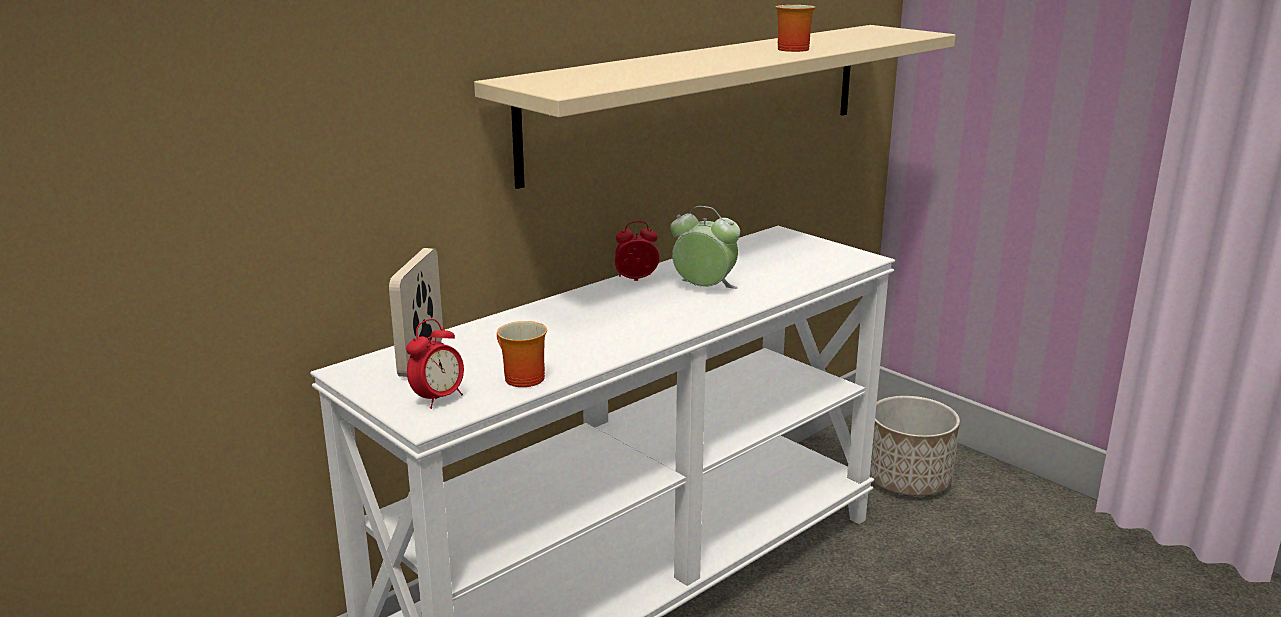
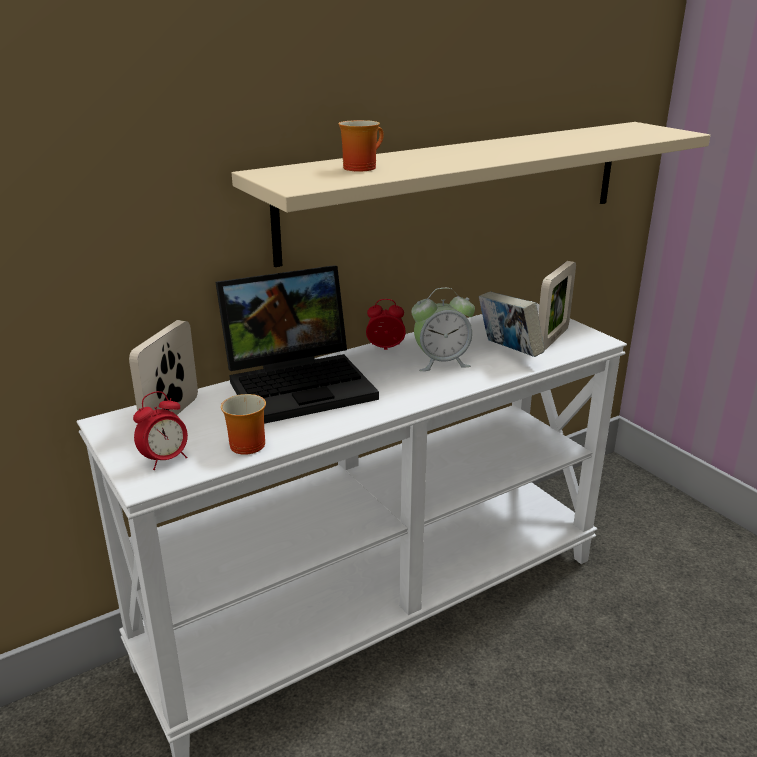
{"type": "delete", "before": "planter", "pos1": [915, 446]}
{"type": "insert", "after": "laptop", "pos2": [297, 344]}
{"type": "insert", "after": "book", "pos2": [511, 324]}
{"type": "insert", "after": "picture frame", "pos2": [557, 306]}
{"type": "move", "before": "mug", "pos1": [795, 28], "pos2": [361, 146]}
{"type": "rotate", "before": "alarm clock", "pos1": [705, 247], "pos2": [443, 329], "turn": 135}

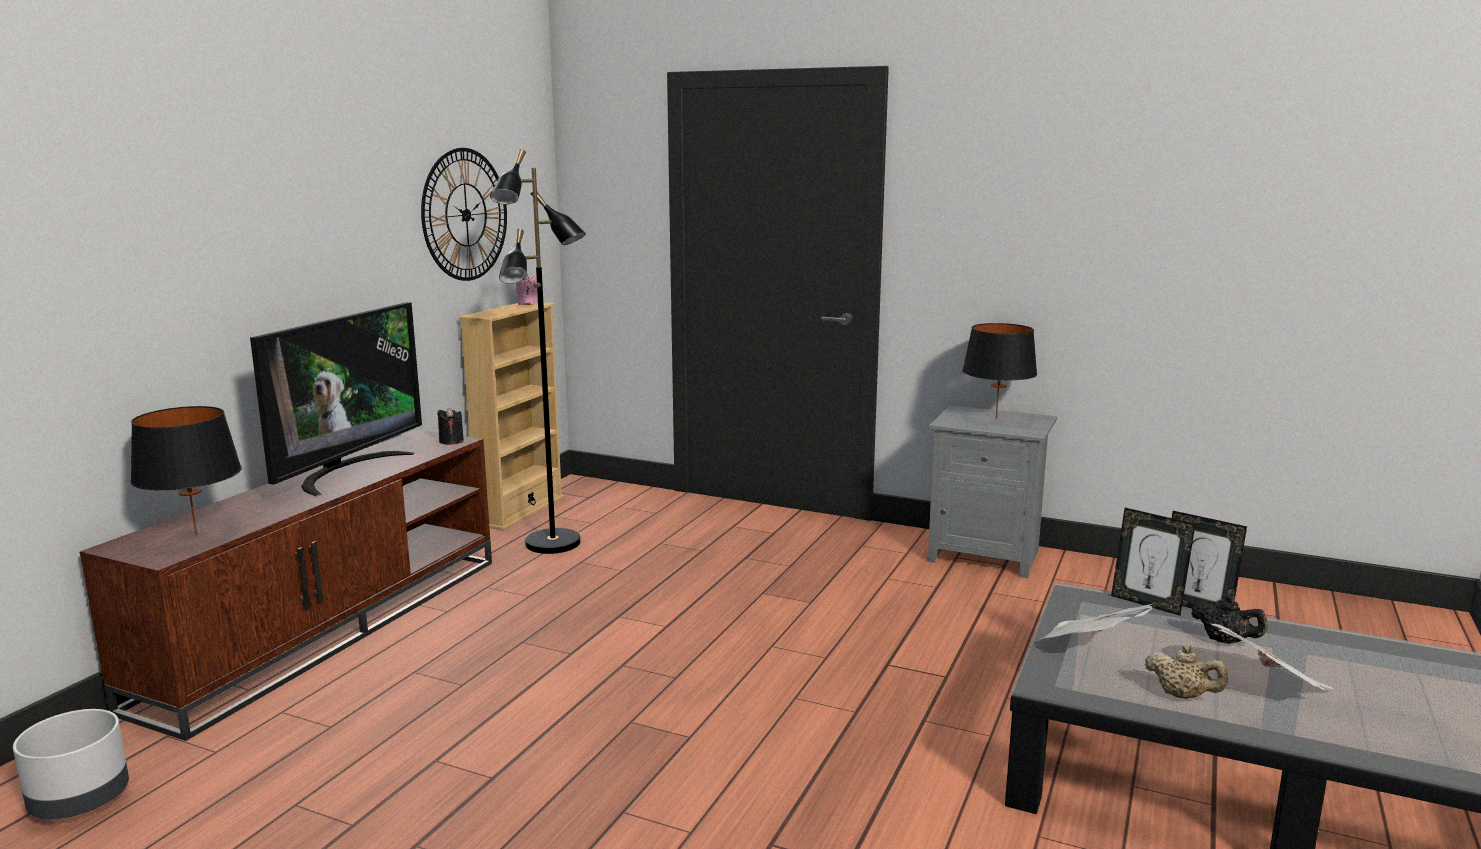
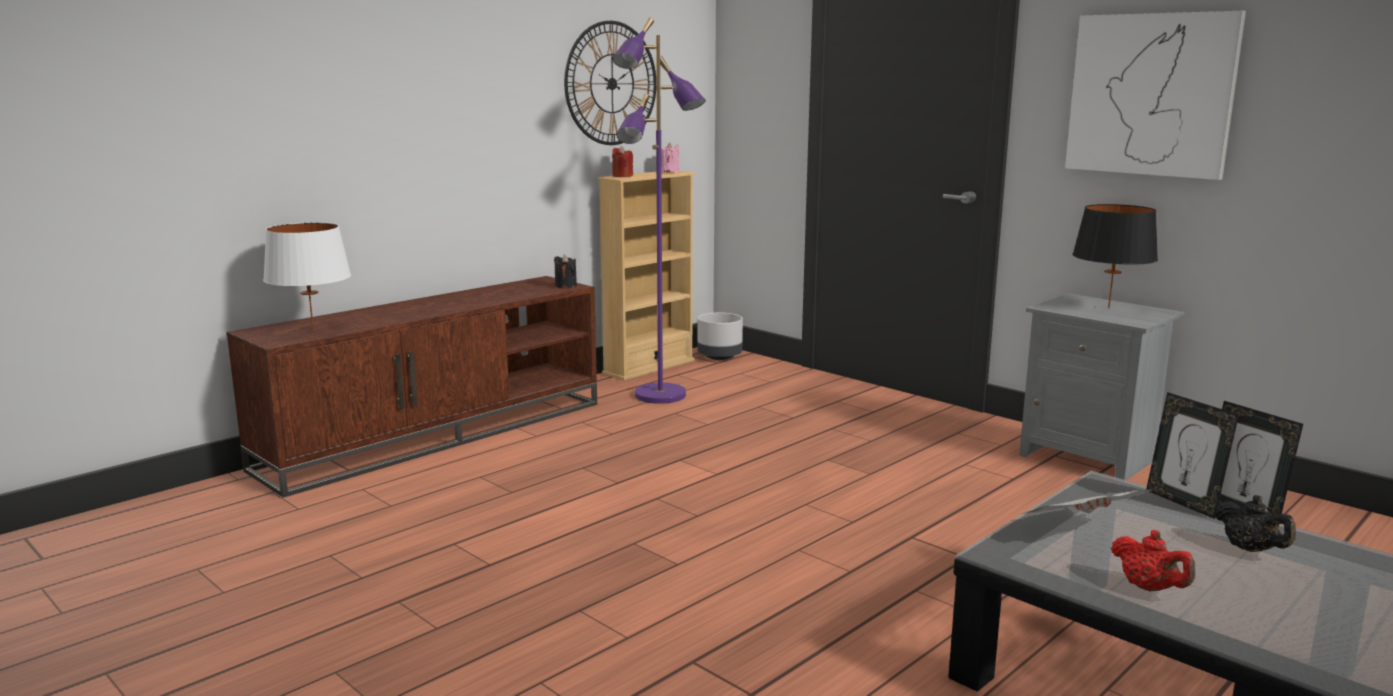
{"type": "delete", "before": "television", "pos1": [336, 399]}
{"type": "delete", "before": "newspaper", "pos1": [1272, 657]}
{"type": "insert", "after": "candle/red", "pos2": [622, 161]}
{"type": "insert", "after": "picture", "pos2": [1155, 95]}
{"type": "move", "before": "planter/grey", "pos1": [71, 764], "pos2": [720, 336]}
{"type": "recolor", "before": "table lamp/black", "after": "table lamp/white", "pos1": [186, 471], "pos2": [307, 276]}
{"type": "recolor", "before": "floor lamp/black", "after": "floor lamp/purple", "pos1": [538, 351], "pos2": [659, 211]}
{"type": "recolor", "before": "teapot/beige", "after": "teapot/red", "pos1": [1186, 671], "pos2": [1153, 560]}

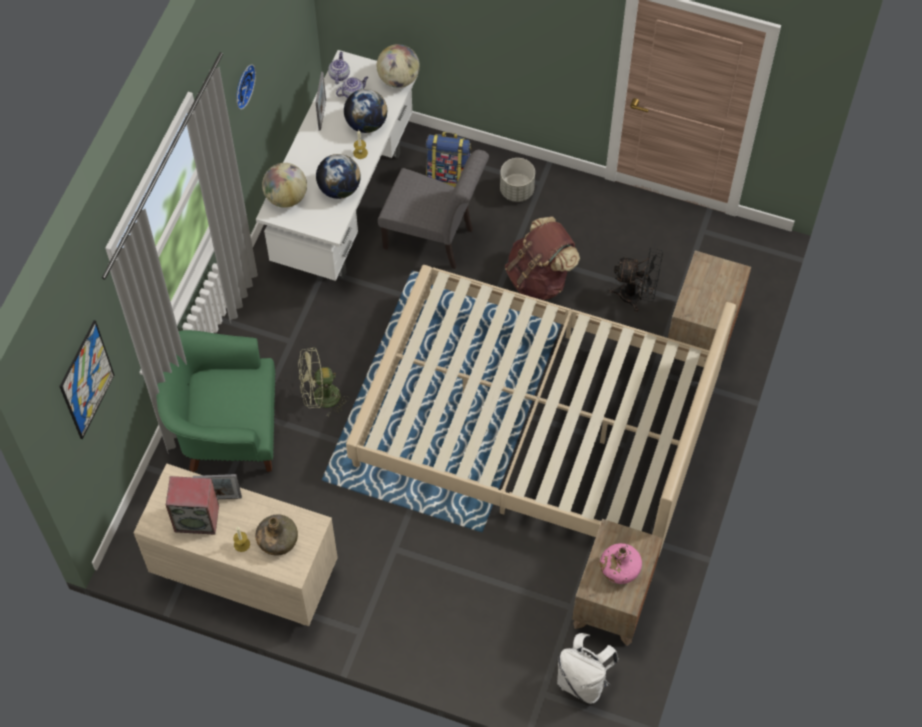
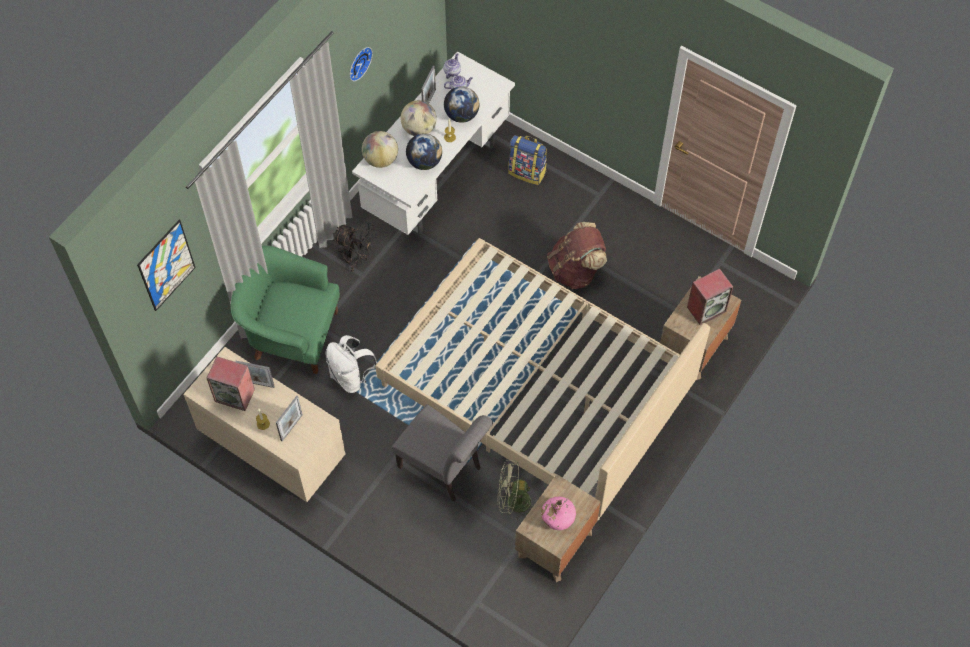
{"type": "delete", "before": "planter/grey", "pos1": [517, 180]}
{"type": "insert", "after": "speaker", "pos2": [710, 296]}
{"type": "move", "before": "fan/green", "pos1": [324, 382], "pos2": [515, 490]}
{"type": "move", "before": "globe", "pos1": [398, 66], "pos2": [418, 118]}
{"type": "move", "before": "chair/grey", "pos1": [433, 209], "pos2": [442, 453]}
{"type": "move", "before": "backpack/white", "pos1": [588, 668], "pos2": [352, 364]}
{"type": "move", "before": "fan/black", "pos1": [636, 279], "pos2": [355, 246]}
{"type": "replace", "before": "bottle/green", "after": "picture frame", "pos1": [277, 535], "pos2": [289, 418]}

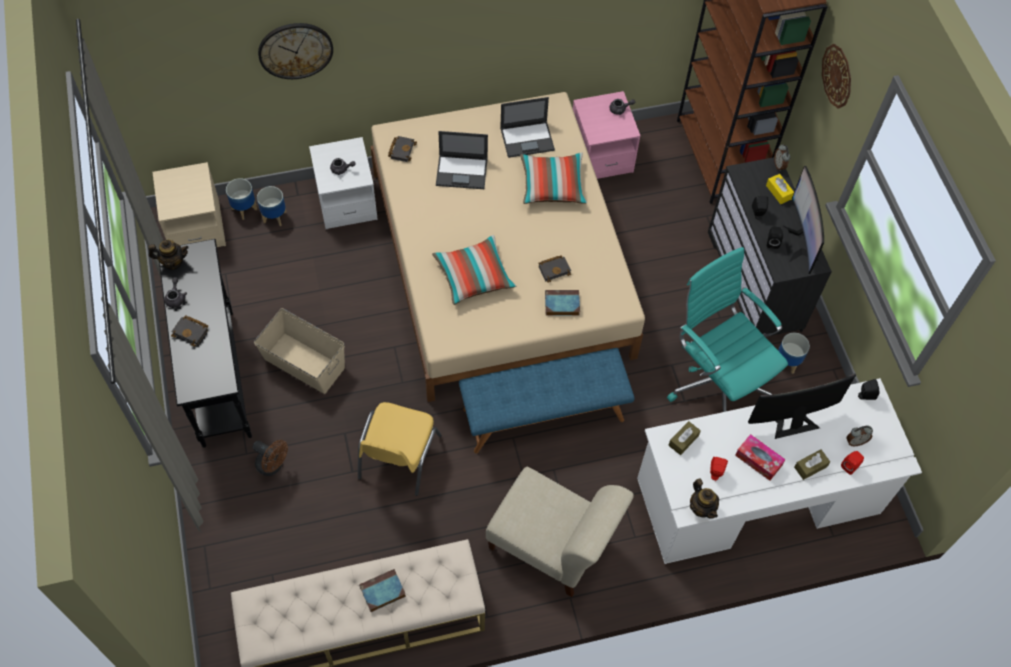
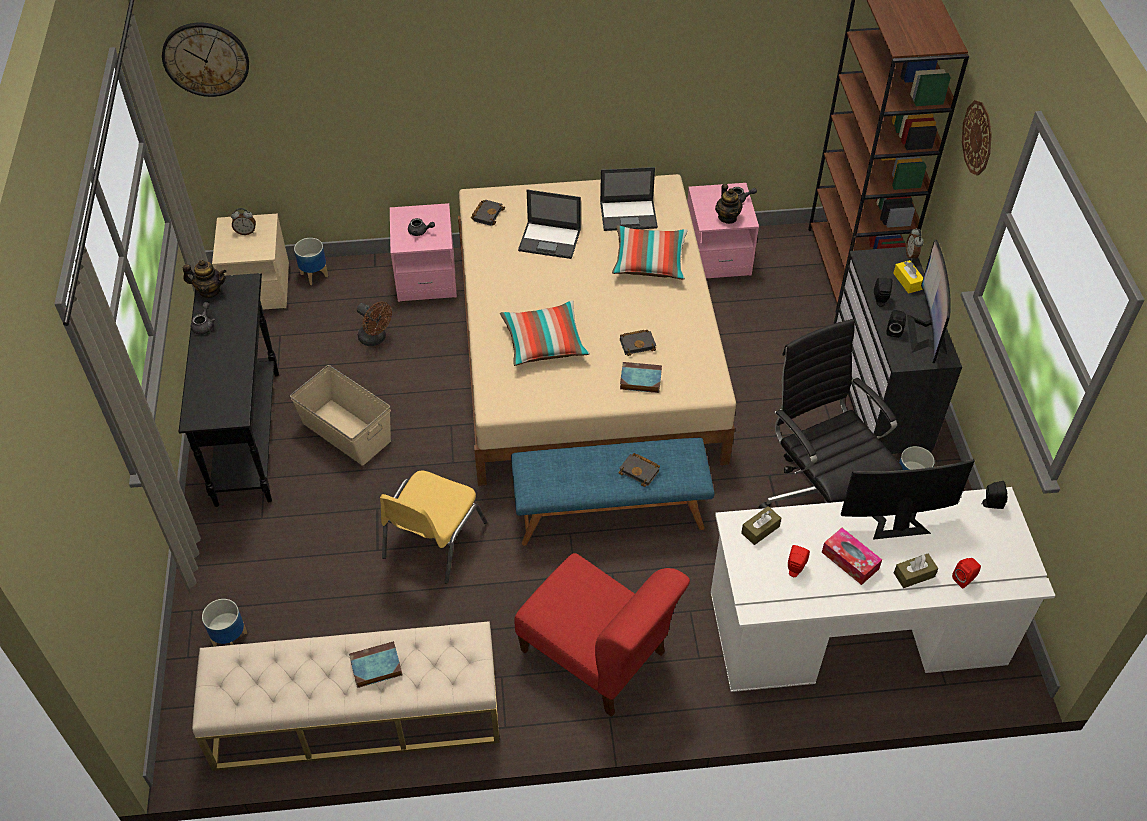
{"type": "move", "before": "book/black", "pos1": [189, 331], "pos2": [639, 470]}
{"type": "move", "before": "fan/brown", "pos1": [270, 458], "pos2": [374, 324]}
{"type": "move", "before": "planter", "pos1": [271, 206], "pos2": [224, 623]}
{"type": "move", "before": "wall clock", "pos1": [295, 51], "pos2": [205, 60]}
{"type": "move", "before": "teapot", "pos1": [704, 498], "pos2": [729, 204]}
{"type": "move", "before": "alarm clock", "pos1": [859, 435], "pos2": [243, 221]}
{"type": "recolor", "before": "nightstand/white", "after": "nightstand/pink", "pos1": [343, 183], "pos2": [423, 252]}
{"type": "recolor", "before": "chair/beige", "after": "chair/red", "pos1": [560, 532], "pos2": [602, 635]}
{"type": "recolor", "before": "office chair/turquoise", "after": "office chair/black", "pos1": [727, 329], "pos2": [830, 414]}

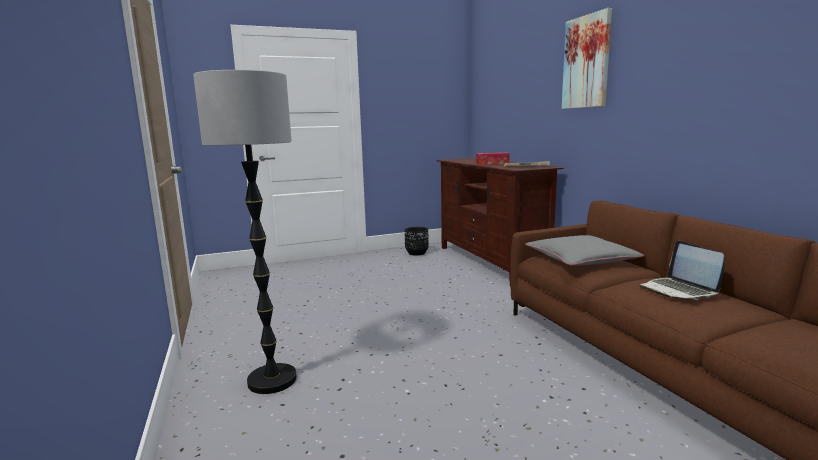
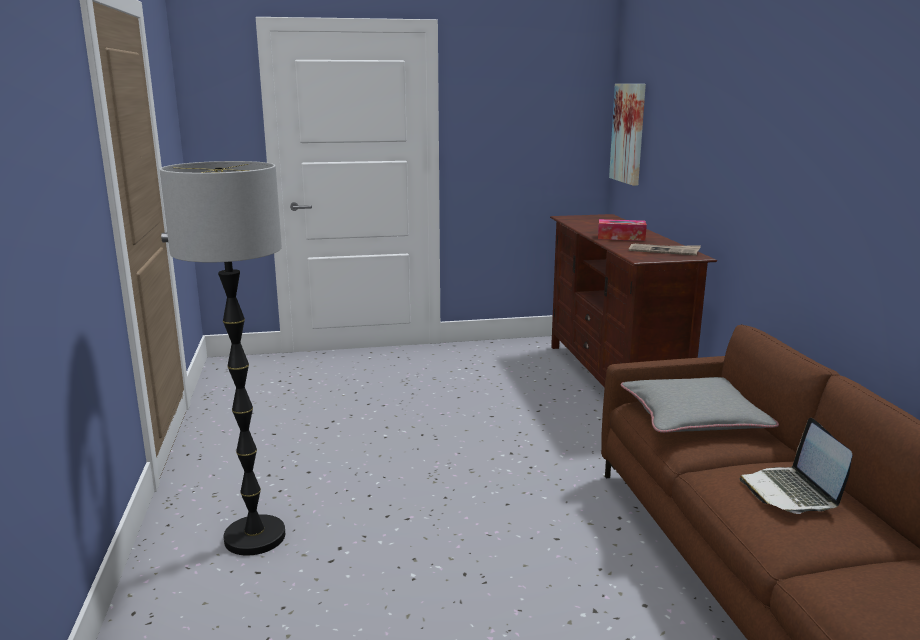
{"type": "delete", "before": "planter/black", "pos1": [417, 241]}
{"type": "move", "before": "picture", "pos1": [587, 58], "pos2": [627, 135]}

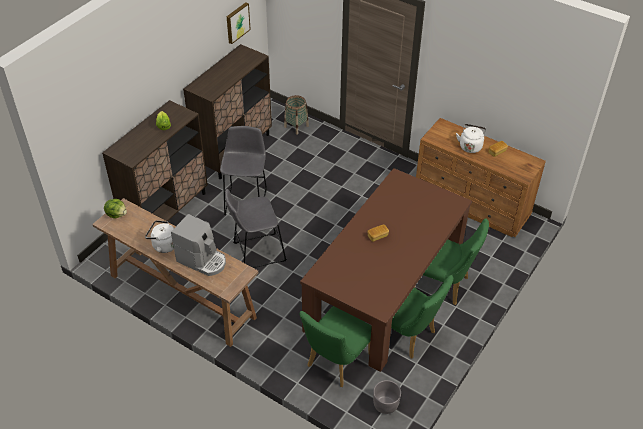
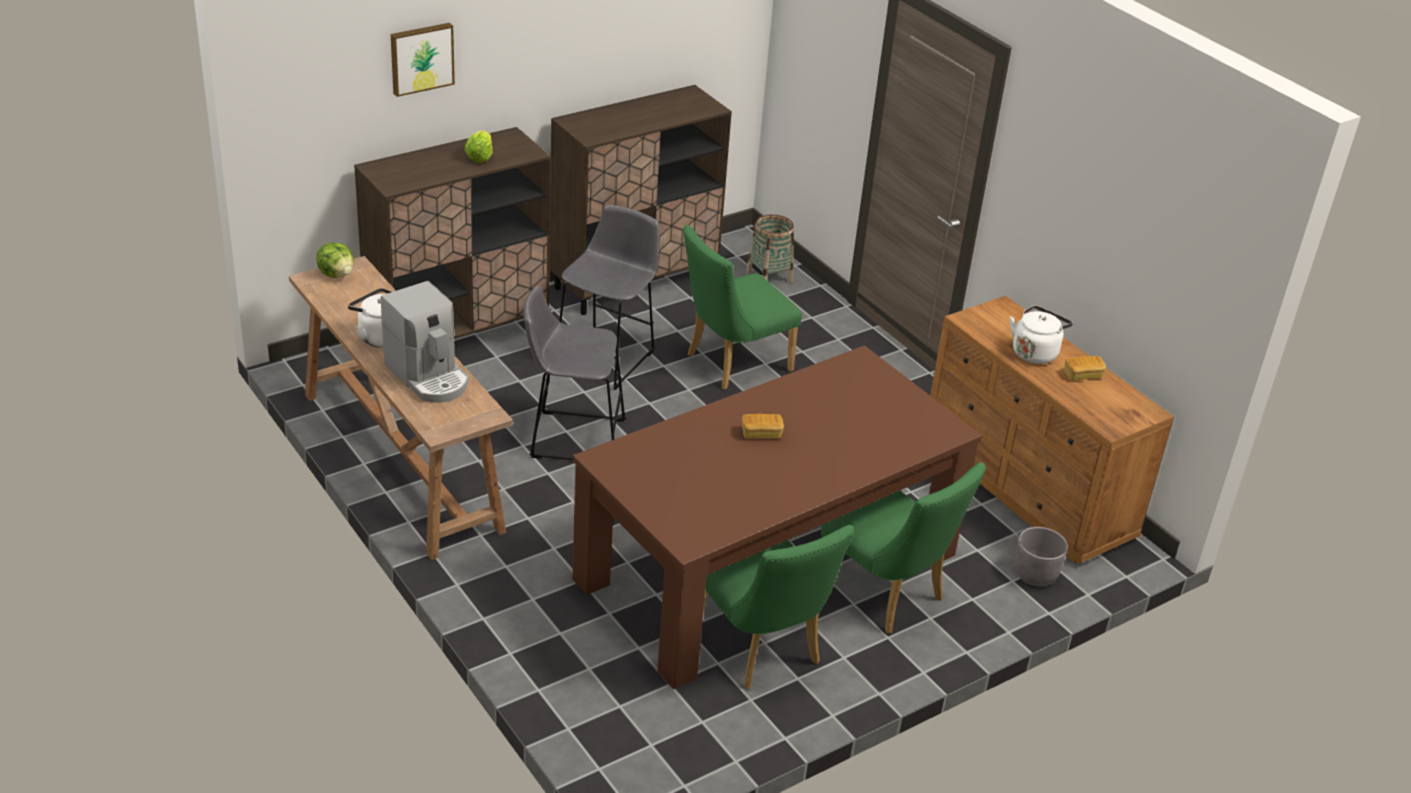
{"type": "move", "before": "picture", "pos1": [239, 23], "pos2": [423, 60]}
{"type": "move", "before": "chair/green", "pos1": [335, 346], "pos2": [742, 307]}
{"type": "move", "before": "planter/grey", "pos1": [387, 397], "pos2": [1041, 556]}

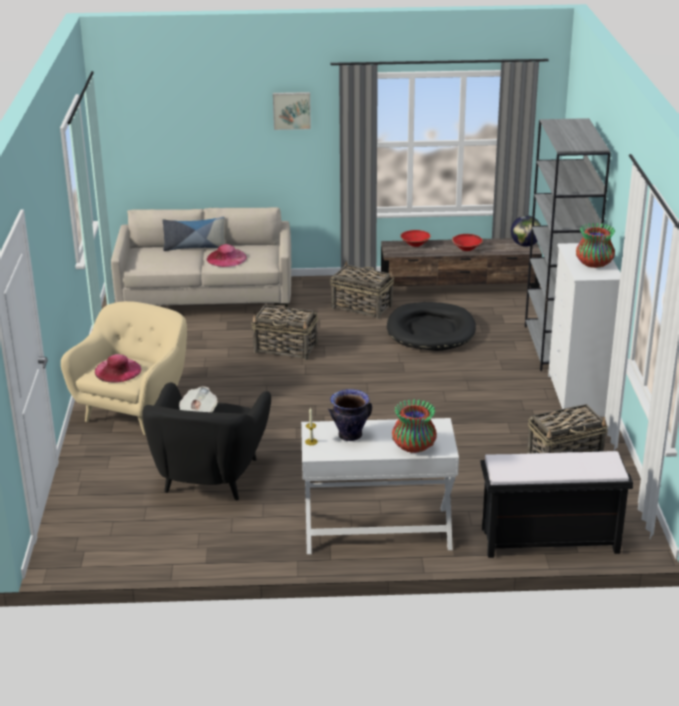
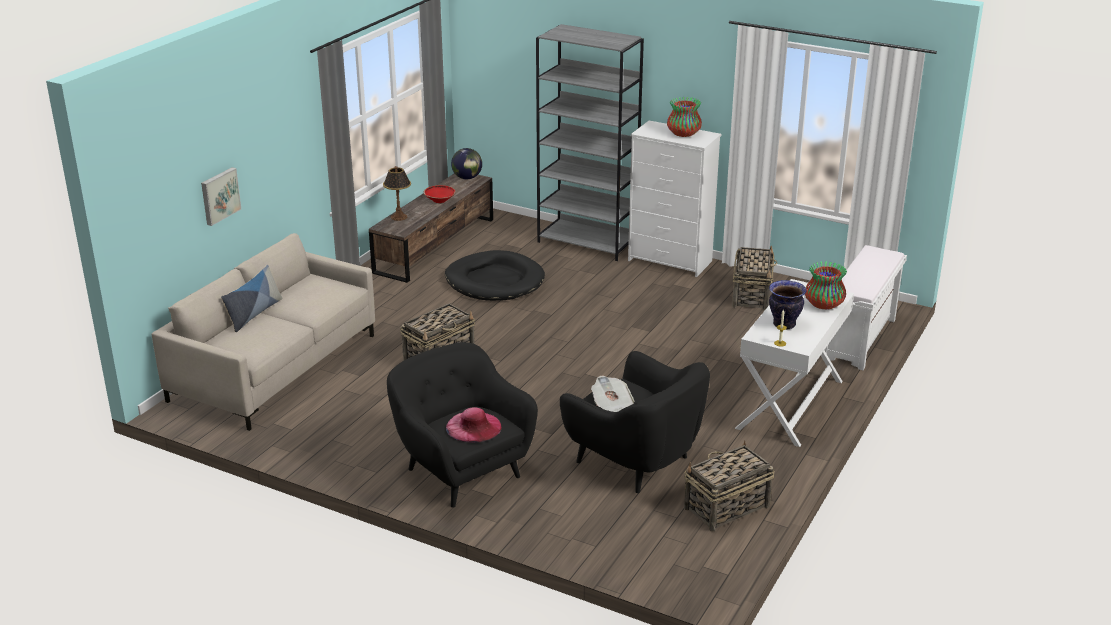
{"type": "delete", "before": "hat/pink", "pos1": [227, 255]}
{"type": "move", "before": "picture", "pos1": [292, 111], "pos2": [221, 196]}
{"type": "move", "before": "basket", "pos1": [362, 290], "pos2": [729, 486]}
{"type": "replace", "before": "bowl/red", "after": "table lamp", "pos1": [415, 238], "pos2": [397, 193]}
{"type": "recolor", "before": "armchair/beige", "after": "armchair/black", "pos1": [124, 368], "pos2": [462, 425]}
{"type": "recolor", "before": "bench/black", "after": "bench/white", "pos1": [556, 504], "pos2": [865, 307]}

